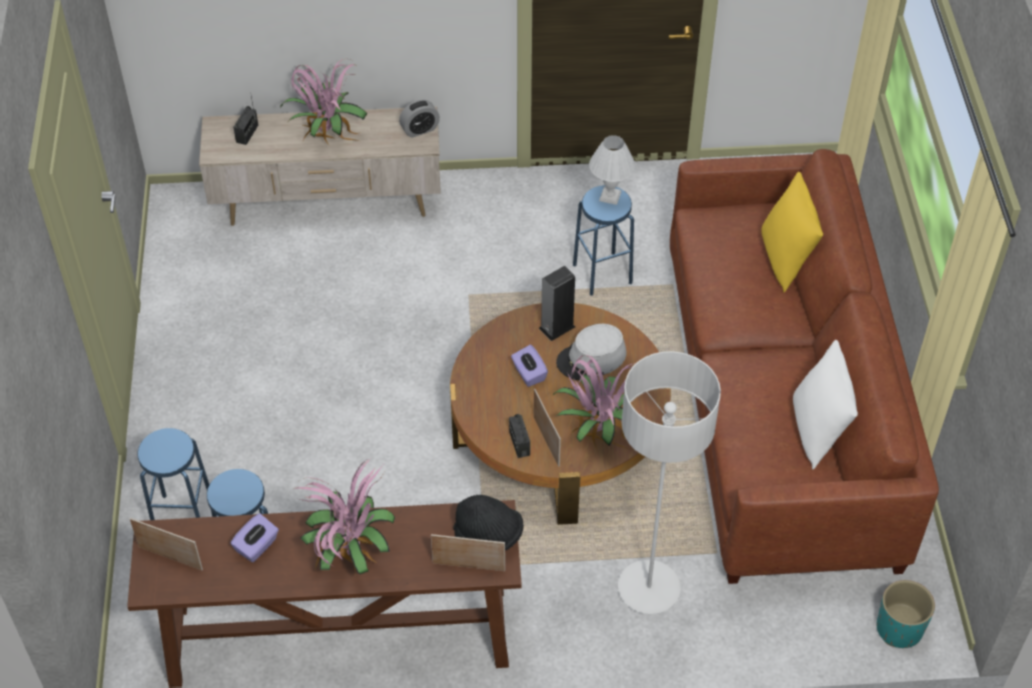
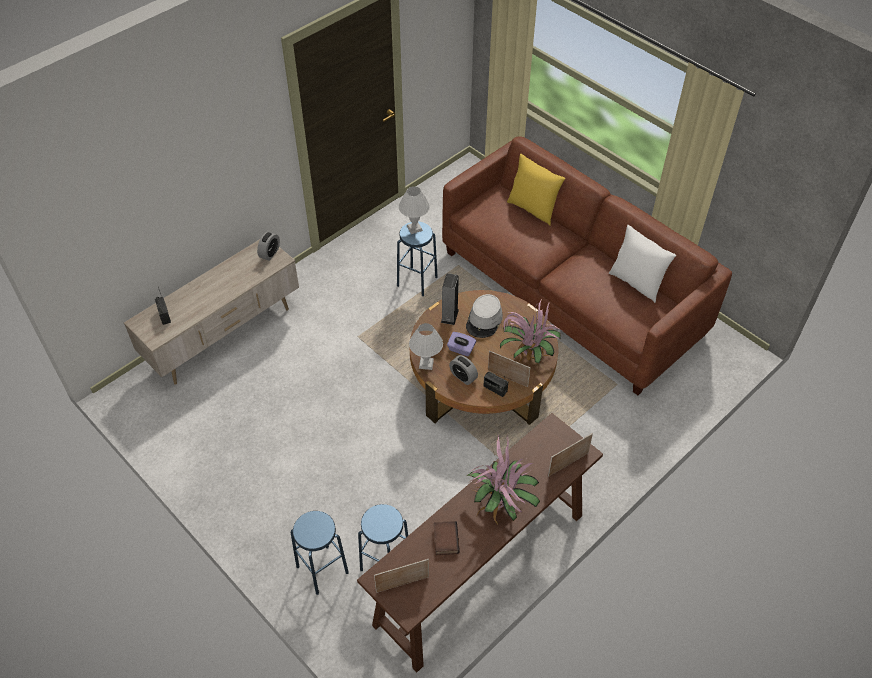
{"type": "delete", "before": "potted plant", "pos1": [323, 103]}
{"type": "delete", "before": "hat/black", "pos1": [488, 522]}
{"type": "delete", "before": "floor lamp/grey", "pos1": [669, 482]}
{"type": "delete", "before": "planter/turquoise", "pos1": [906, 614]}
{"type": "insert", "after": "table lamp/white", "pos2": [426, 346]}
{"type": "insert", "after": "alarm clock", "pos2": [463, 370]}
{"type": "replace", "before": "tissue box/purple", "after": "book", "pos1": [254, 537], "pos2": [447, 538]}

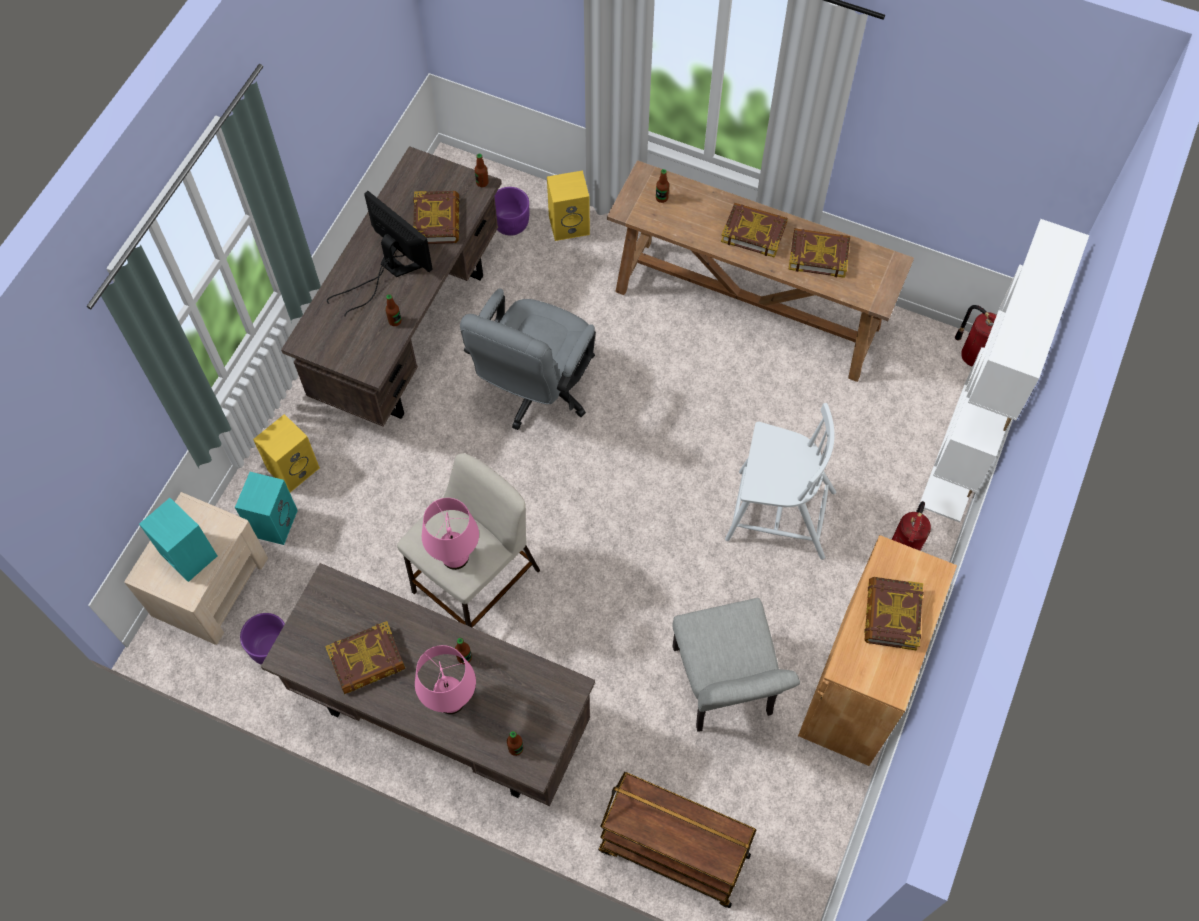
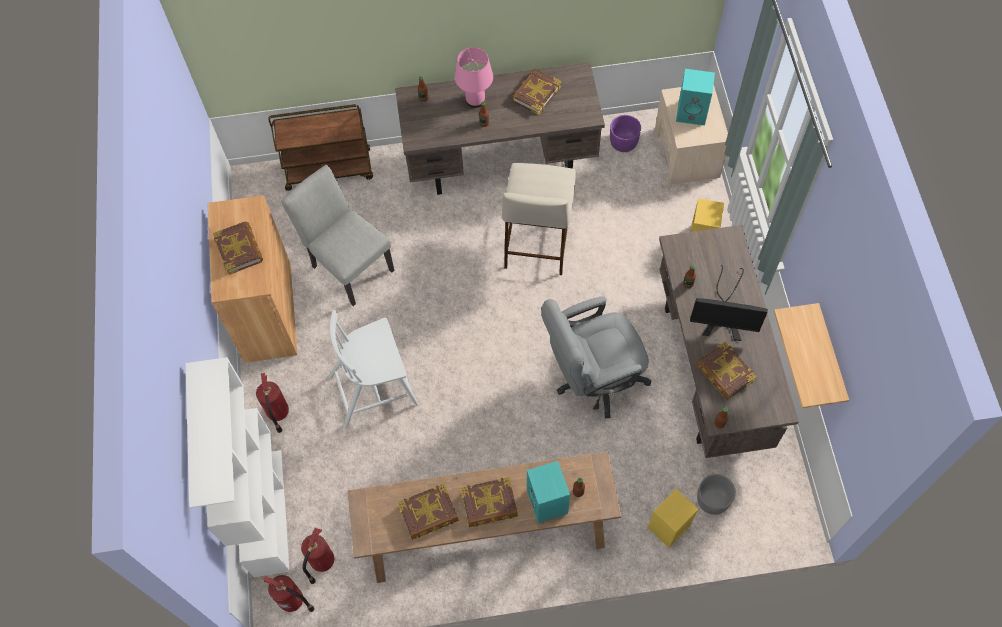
{"type": "delete", "before": "table lamp/pink", "pos1": [450, 534]}
{"type": "insert", "after": "fire extinguisher", "pos2": [317, 556]}
{"type": "insert", "after": "shelf", "pos2": [811, 355]}
{"type": "move", "before": "speaker/turquoise", "pos1": [266, 508], "pos2": [548, 492]}
{"type": "recolor", "before": "planter/purple", "after": "planter/grey", "pos1": [512, 211], "pos2": [716, 494]}
{"type": "rotate", "before": "office chair/grey", "pos1": [528, 359], "pos2": [596, 357], "turn": -105}

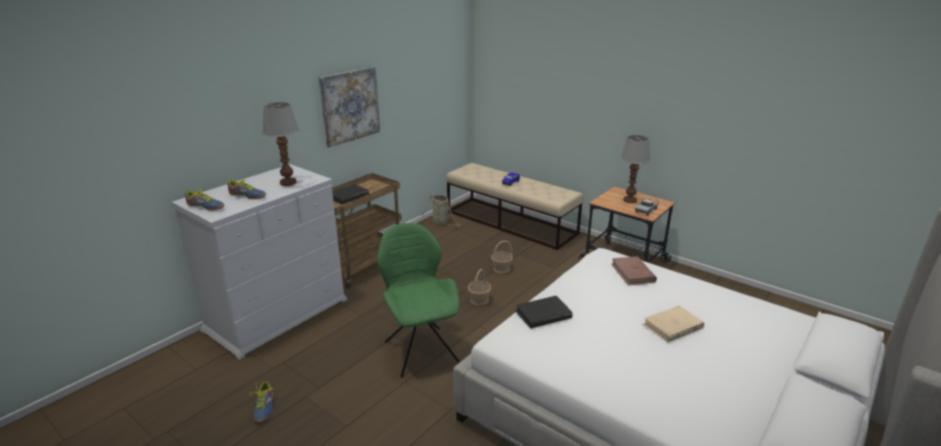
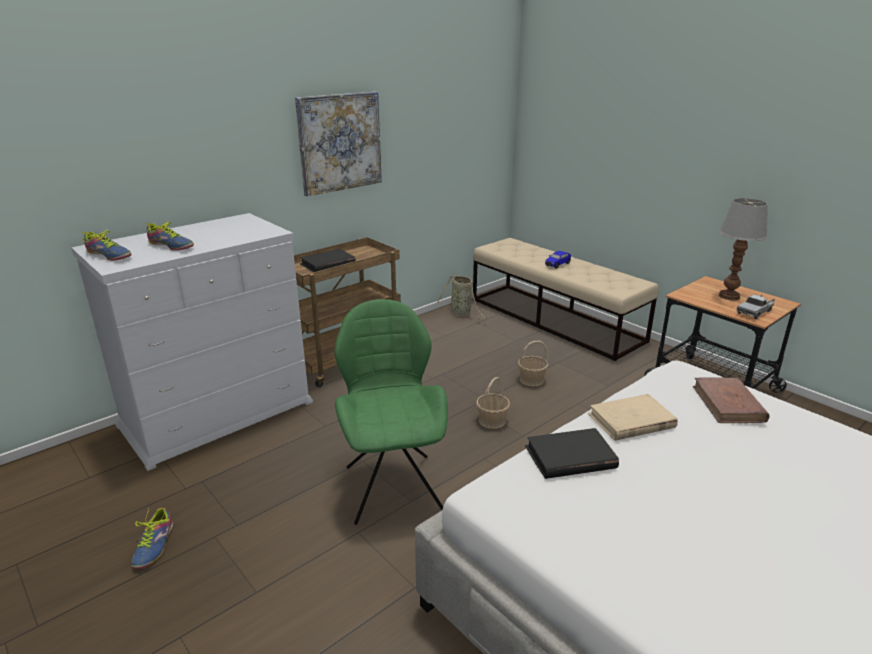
{"type": "delete", "before": "table lamp", "pos1": [280, 144]}
{"type": "move", "before": "book/beige", "pos1": [673, 324], "pos2": [633, 417]}

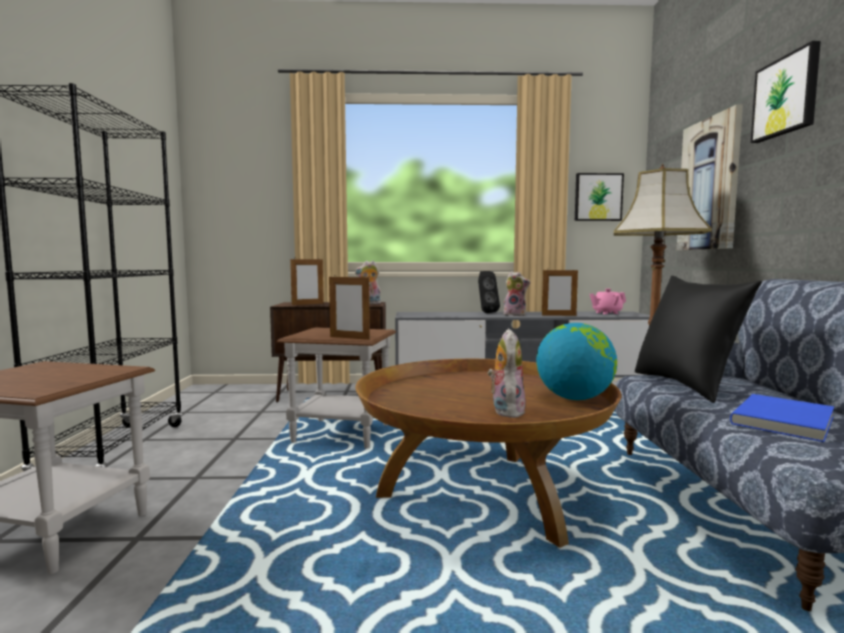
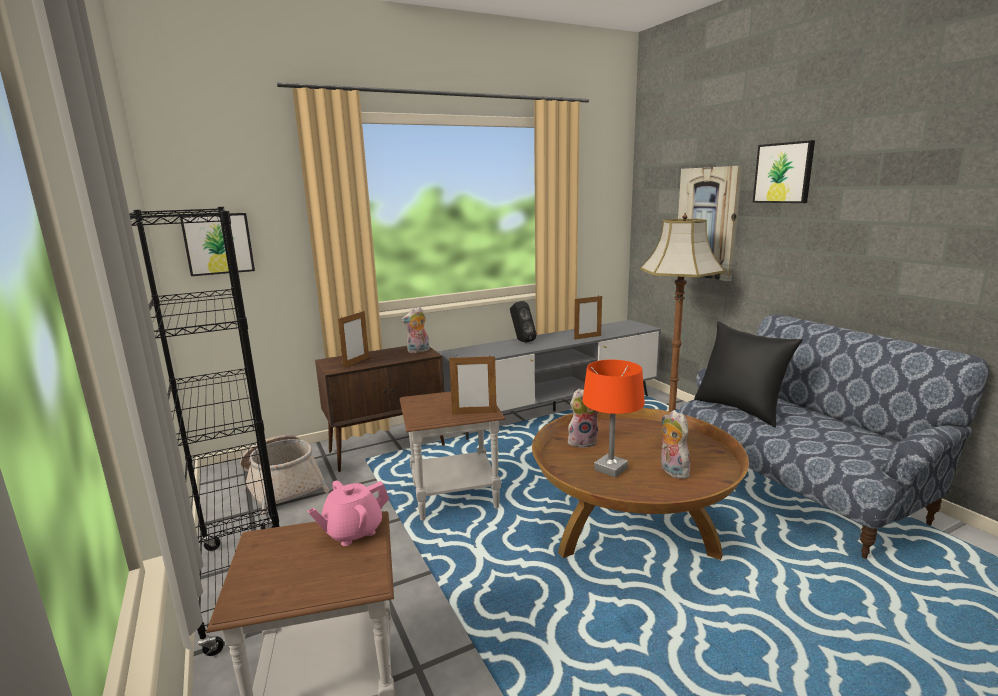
{"type": "delete", "before": "globe", "pos1": [576, 361]}
{"type": "delete", "before": "book/blue", "pos1": [782, 418]}
{"type": "insert", "after": "basket", "pos2": [285, 475]}
{"type": "insert", "after": "table lamp/orange", "pos2": [613, 419]}
{"type": "move", "before": "plush toy", "pos1": [515, 293], "pos2": [583, 418]}
{"type": "move", "before": "picture", "pos1": [599, 197], "pos2": [217, 244]}
{"type": "move", "before": "teapot/pink", "pos1": [608, 301], "pos2": [348, 513]}

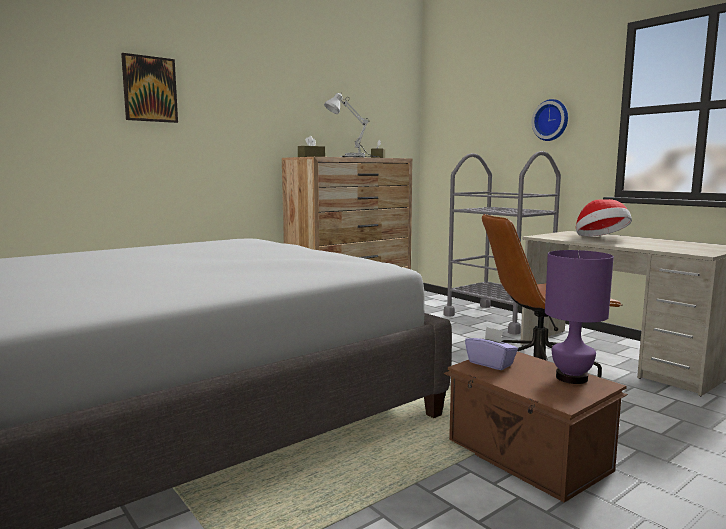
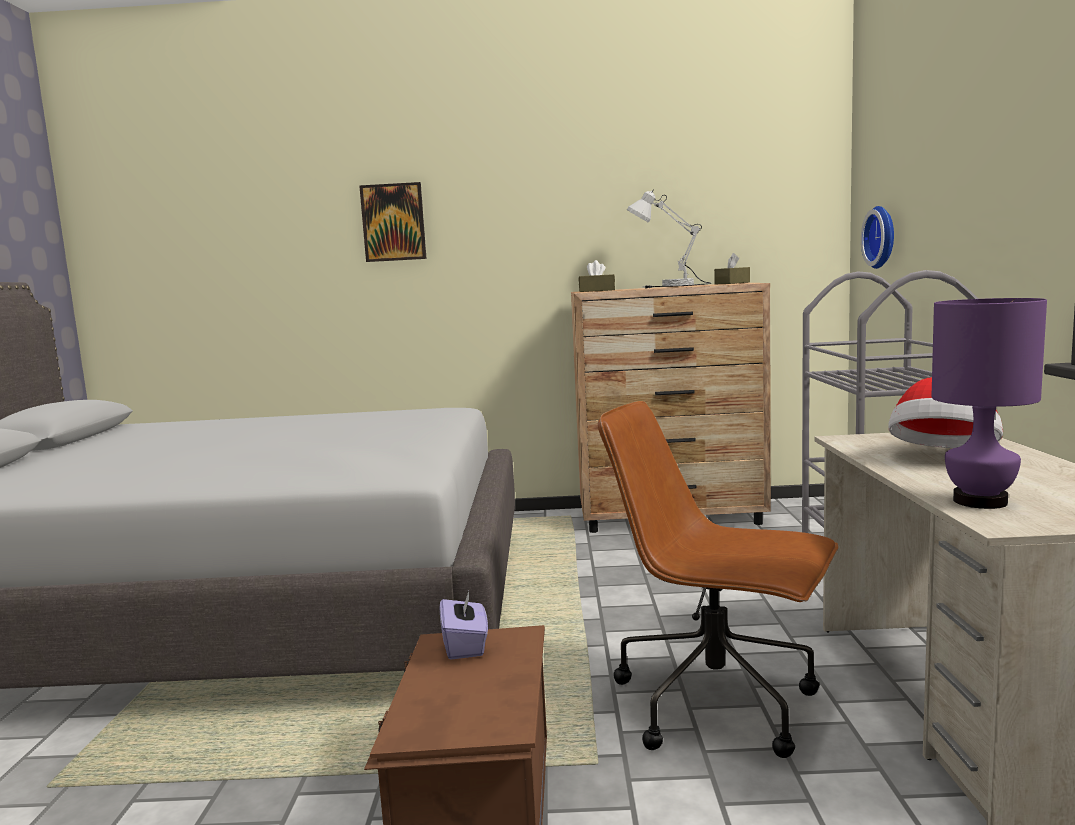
{"type": "move", "before": "wall clock", "pos1": [550, 120], "pos2": [877, 237]}
{"type": "move", "before": "table lamp/purple", "pos1": [579, 317], "pos2": [989, 403]}

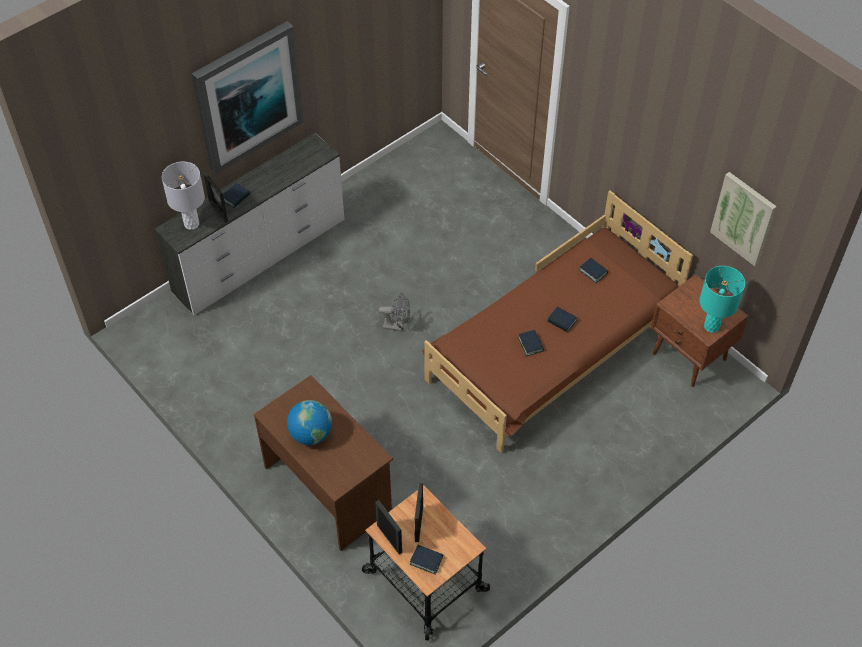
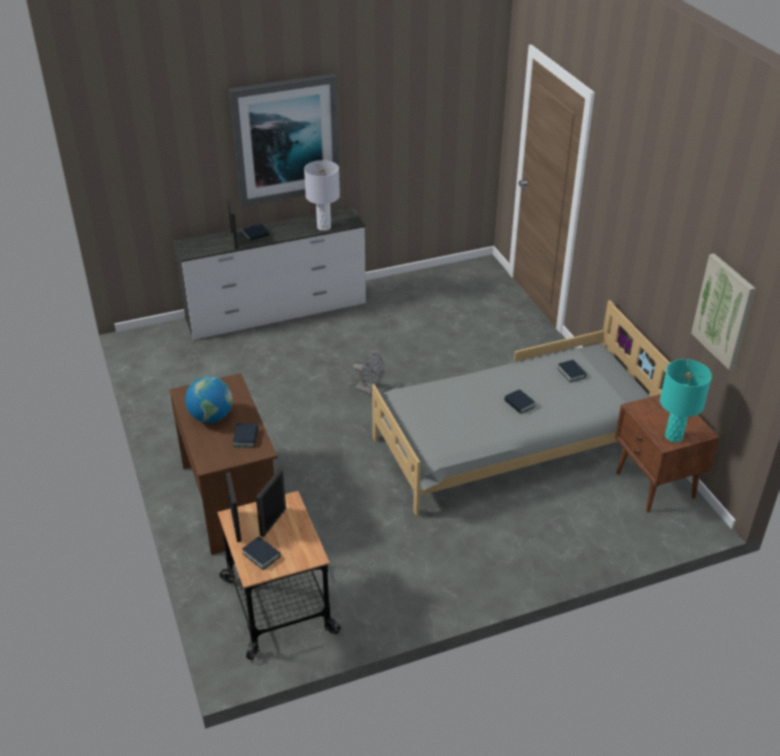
{"type": "move", "before": "table lamp/grey", "pos1": [183, 196], "pos2": [322, 195]}
{"type": "move", "before": "book", "pos1": [531, 343], "pos2": [245, 435]}
{"type": "recolor", "before": "bed/brown", "after": "bed/grey", "pos1": [557, 321], "pos2": [521, 408]}

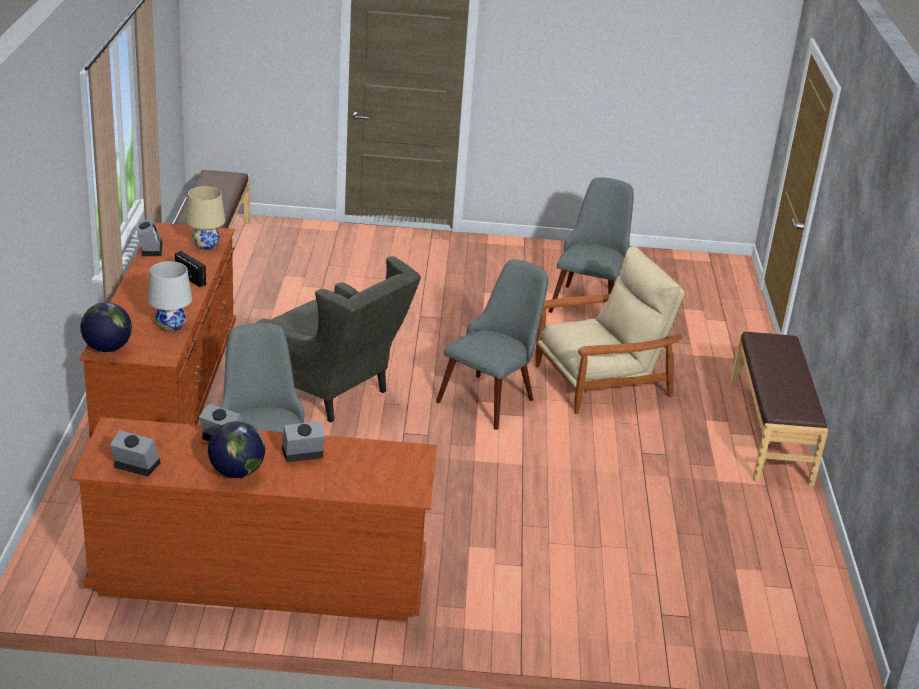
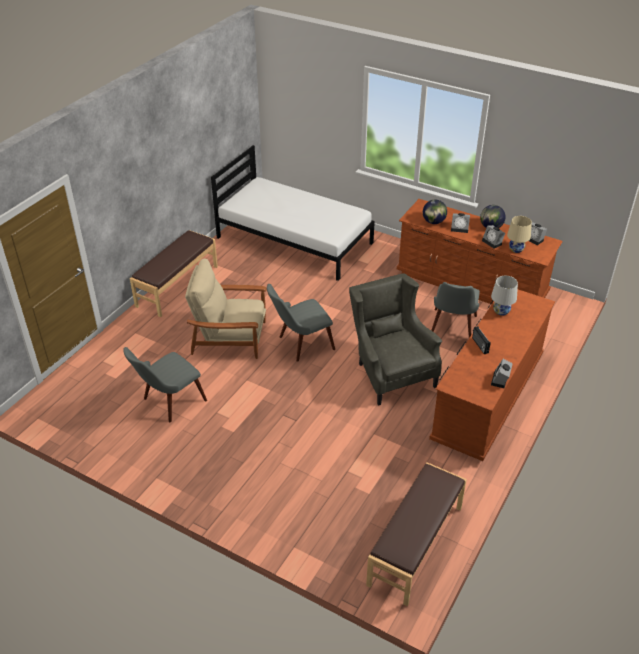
{"type": "insert", "after": "bed/white", "pos2": [293, 213]}
{"type": "move", "before": "globe", "pos1": [106, 327], "pos2": [435, 212]}
{"type": "move", "before": "table lamp/beige", "pos1": [205, 218], "pos2": [519, 234]}

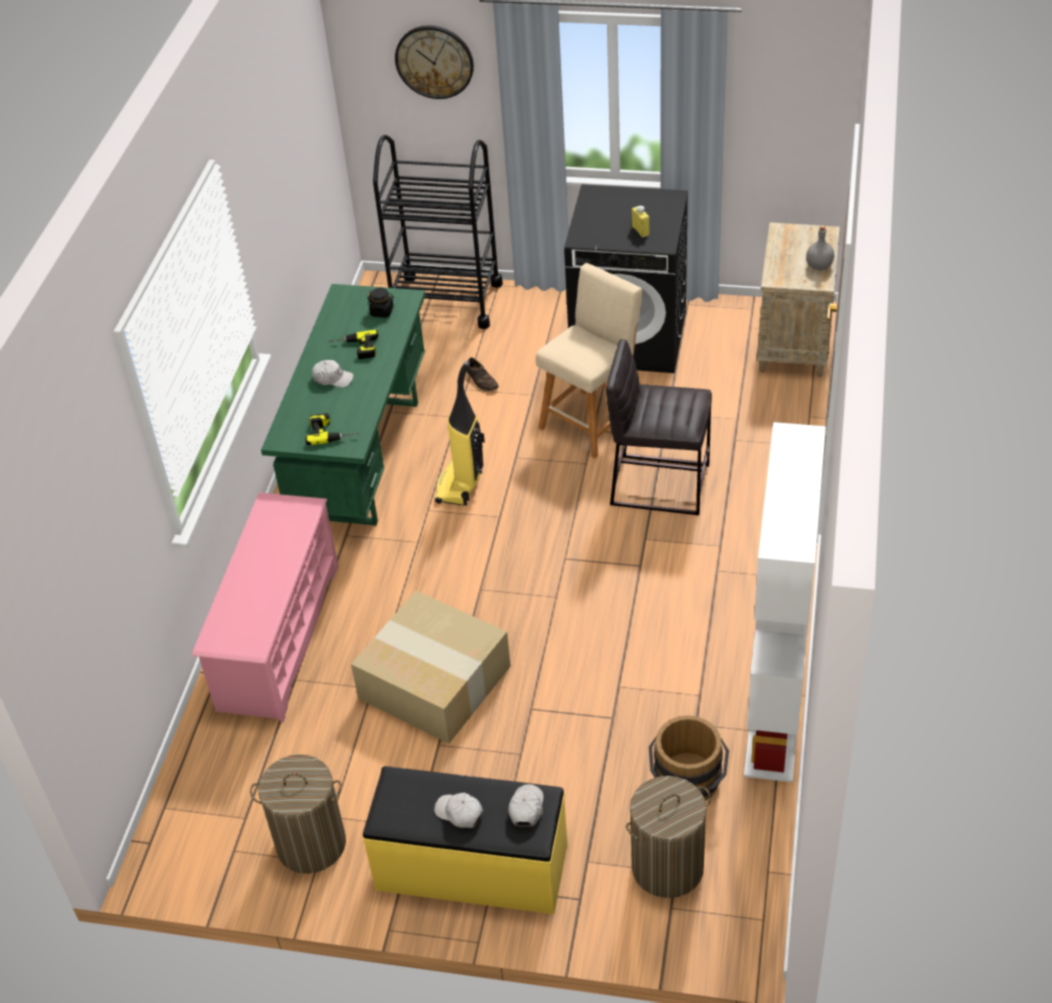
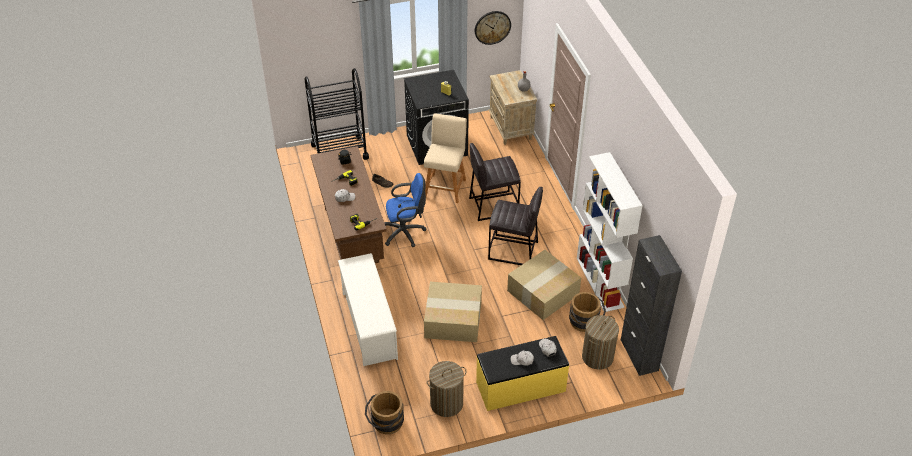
{"type": "insert", "after": "bucket/brown", "pos2": [384, 412]}
{"type": "insert", "after": "stool/grey", "pos2": [515, 226]}
{"type": "insert", "after": "cardboard box", "pos2": [544, 285]}
{"type": "insert", "after": "cabinet/black", "pos2": [651, 305]}
{"type": "move", "before": "wall clock", "pos1": [434, 62], "pos2": [493, 28]}
{"type": "replace", "before": "vacuum cleaner", "after": "office chair/blue", "pos1": [459, 433], "pos2": [405, 210]}
{"type": "recolor", "before": "shoe rack/pink", "after": "shoe rack/white", "pos1": [265, 607], "pos2": [368, 309]}
{"type": "recolor", "before": "desk/green", "after": "desk/brown", "pos1": [343, 405], "pos2": [349, 204]}

